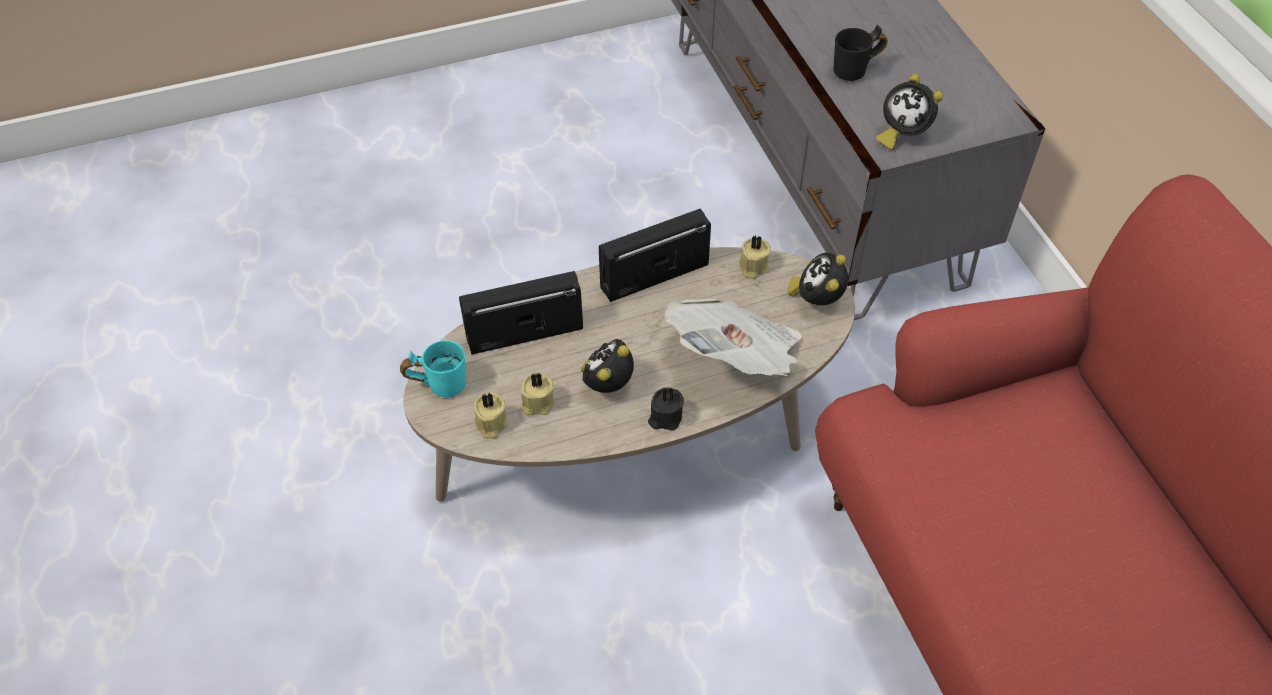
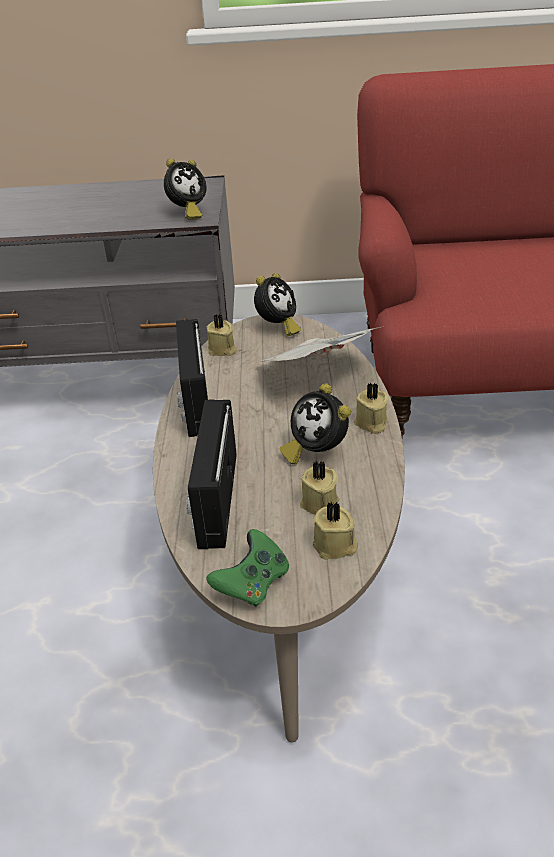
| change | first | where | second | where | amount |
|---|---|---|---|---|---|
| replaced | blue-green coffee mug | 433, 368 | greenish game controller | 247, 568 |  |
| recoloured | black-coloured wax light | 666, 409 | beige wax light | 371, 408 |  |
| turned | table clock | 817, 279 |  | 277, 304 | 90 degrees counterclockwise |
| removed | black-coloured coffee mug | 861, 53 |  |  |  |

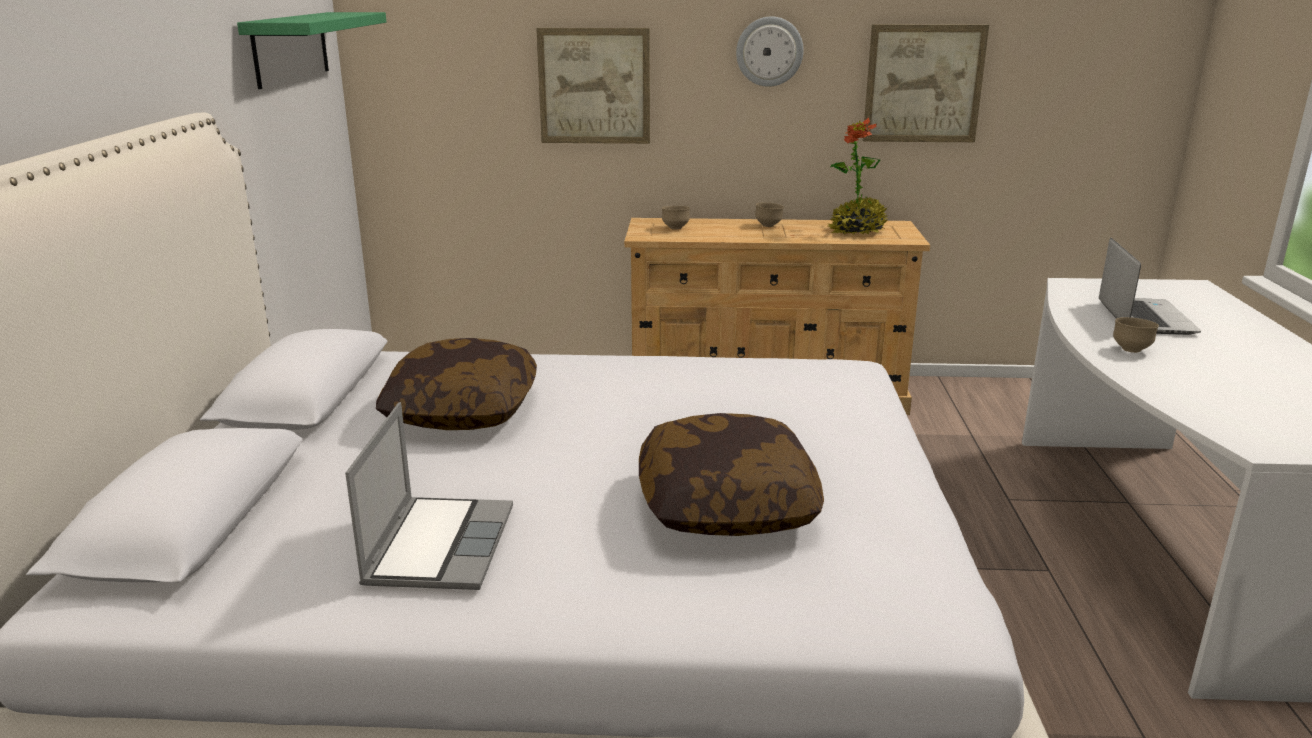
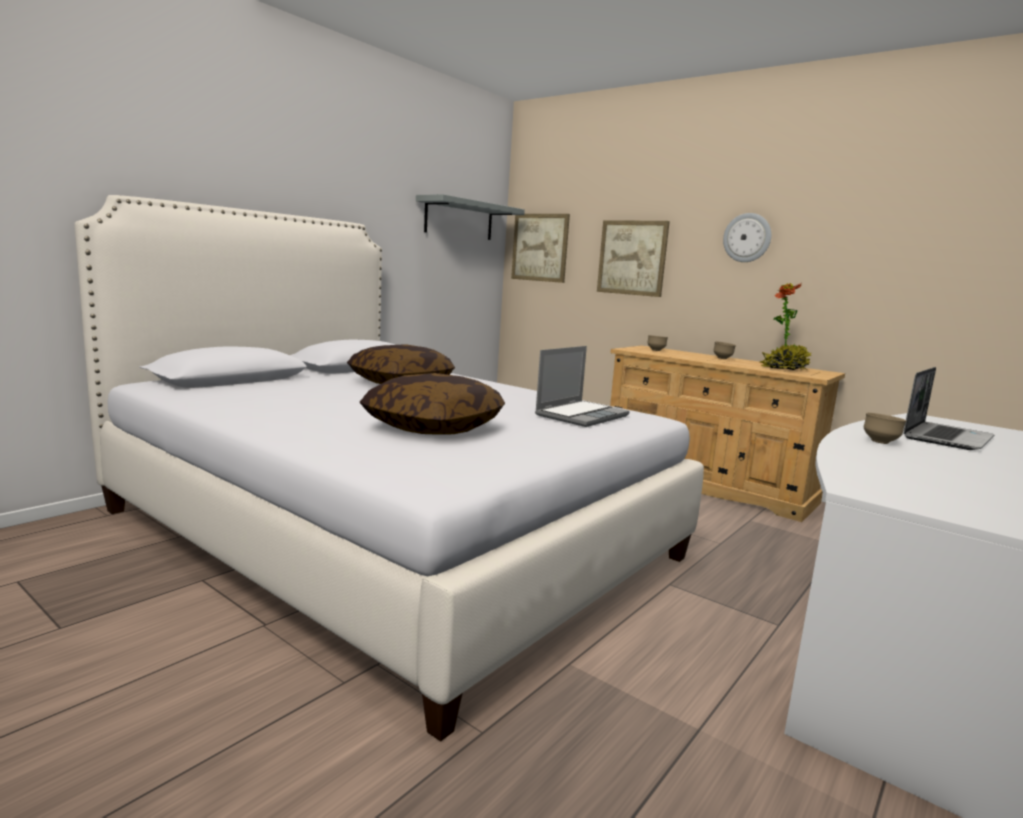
| change | first | where | second | where | amount |
|---|---|---|---|---|---|
| recoloured | greenish bracket shelf | 312, 50 | grey bracket shelf | 470, 217 |  |
| moved | notebook computer | 429, 496 |  | 582, 386 |  |
| moved | wall picture | 926, 83 |  | 540, 248 |  |

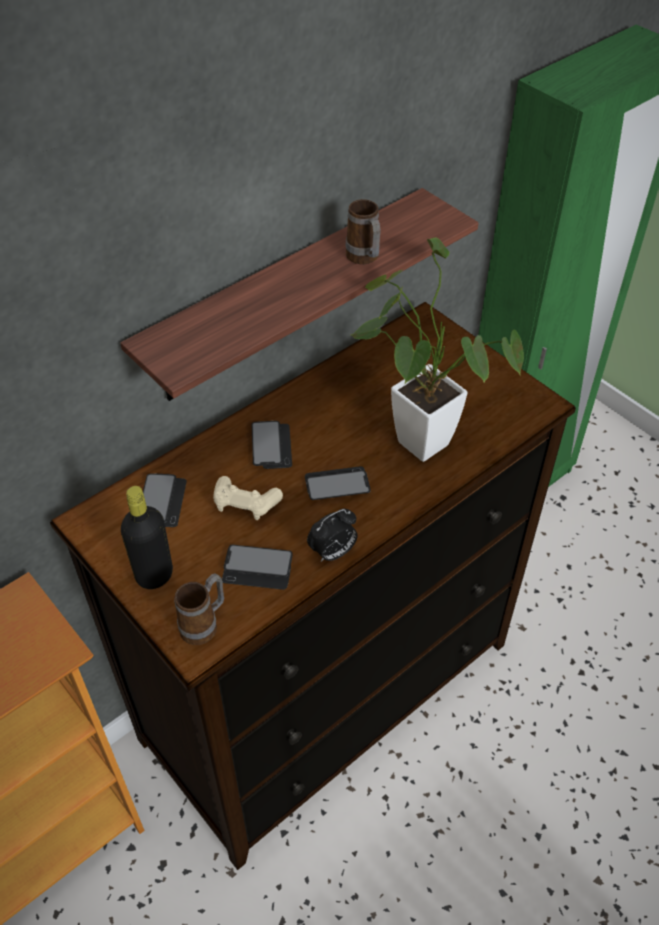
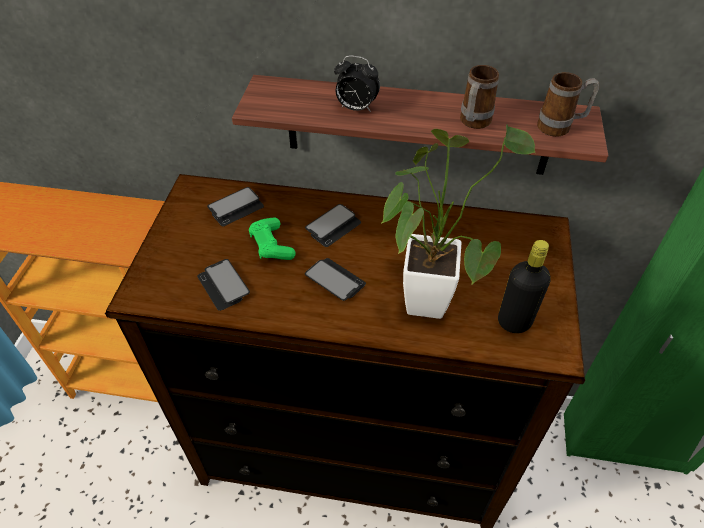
| change | first | where | second | where | amount |
|---|---|---|---|---|---|
| moved | black-coloured drink bottle | 147, 537 |  | 524, 286 |  |
| moved | coffee mug | 199, 609 |  | 568, 104 |  |
| recoloured | beige game controller | 248, 498 | greenish game controller | 272, 238 |  |
| moved | table clock | 332, 535 |  | 357, 84 |  |

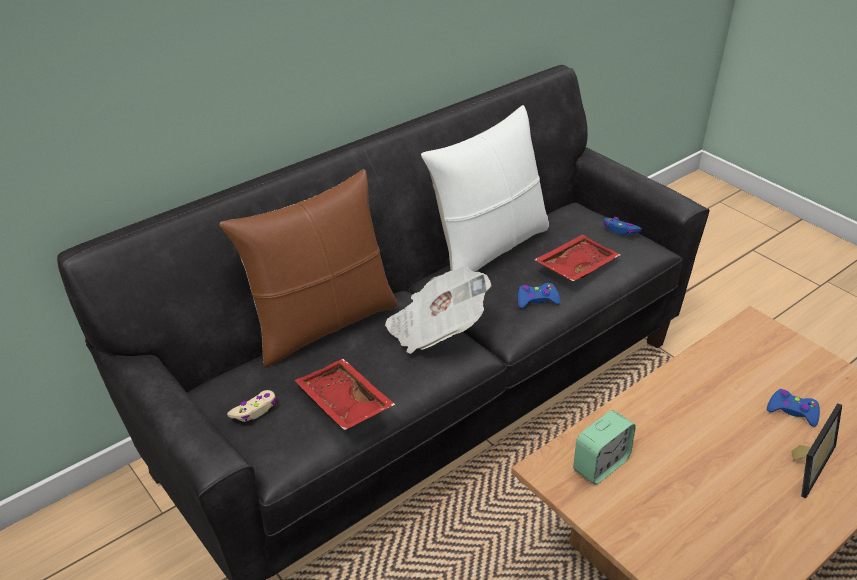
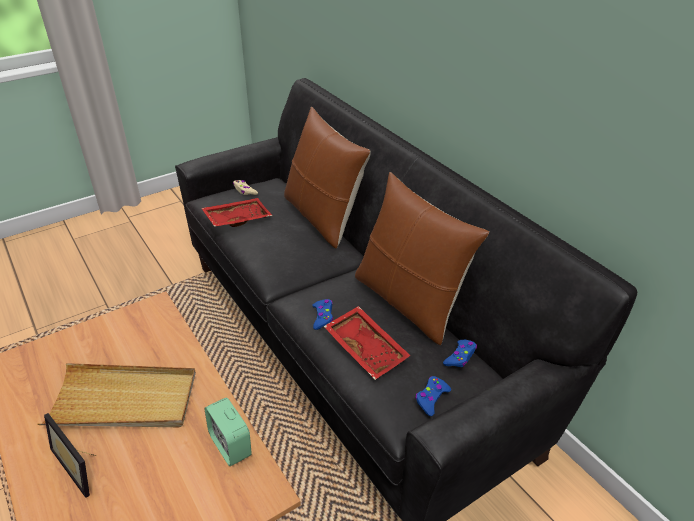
| change | first | where | second | where | amount |
|---|---|---|---|---|---|
| removed | newspaper | 438, 310 |  |  |  |
| recoloured | white-coloured pillow | 485, 188 | brown pillow | 422, 258 |  |
| moved | table clock | 604, 447 |  | 228, 432 |  |
| moved | bluish game controller | 793, 408 |  | 460, 353 |  |
| added |  |  | beige tray | 117, 395 |  |

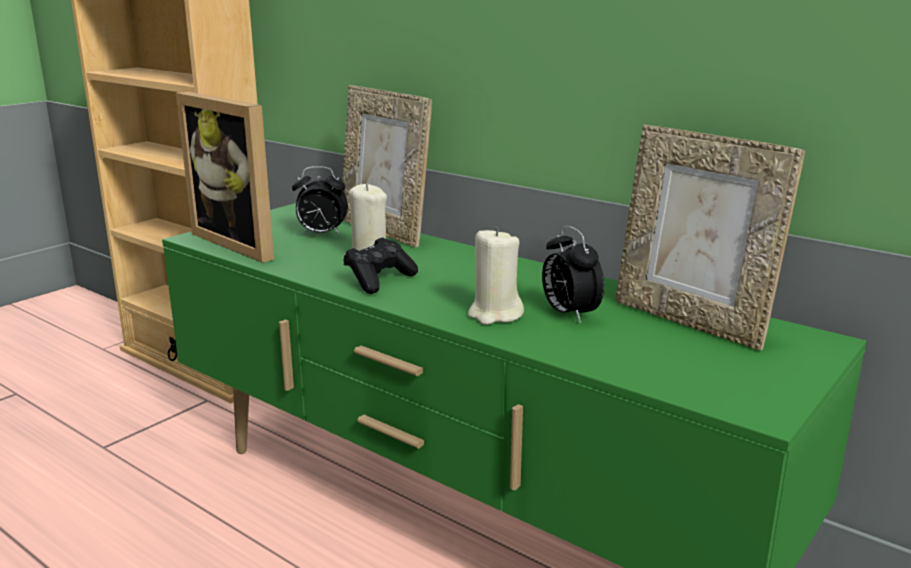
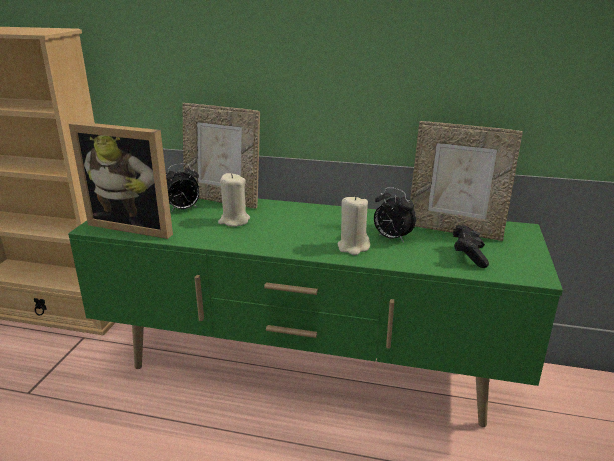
| change | first | where | second | where | amount |
|---|---|---|---|---|---|
| moved | black-coloured game controller | 380, 265 |  | 471, 246 |  |

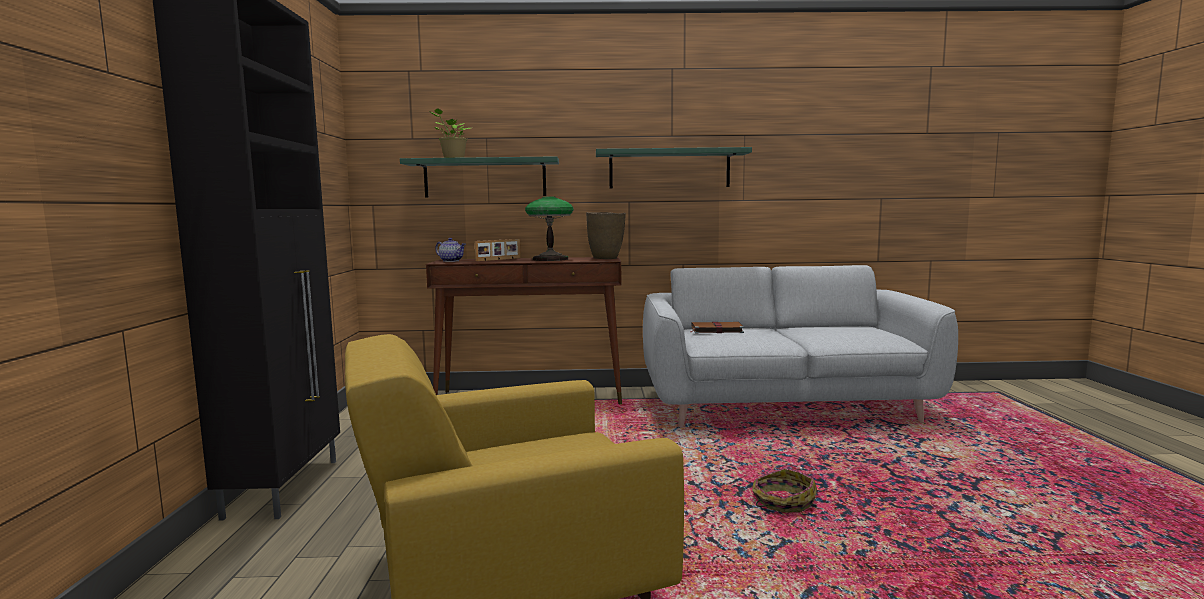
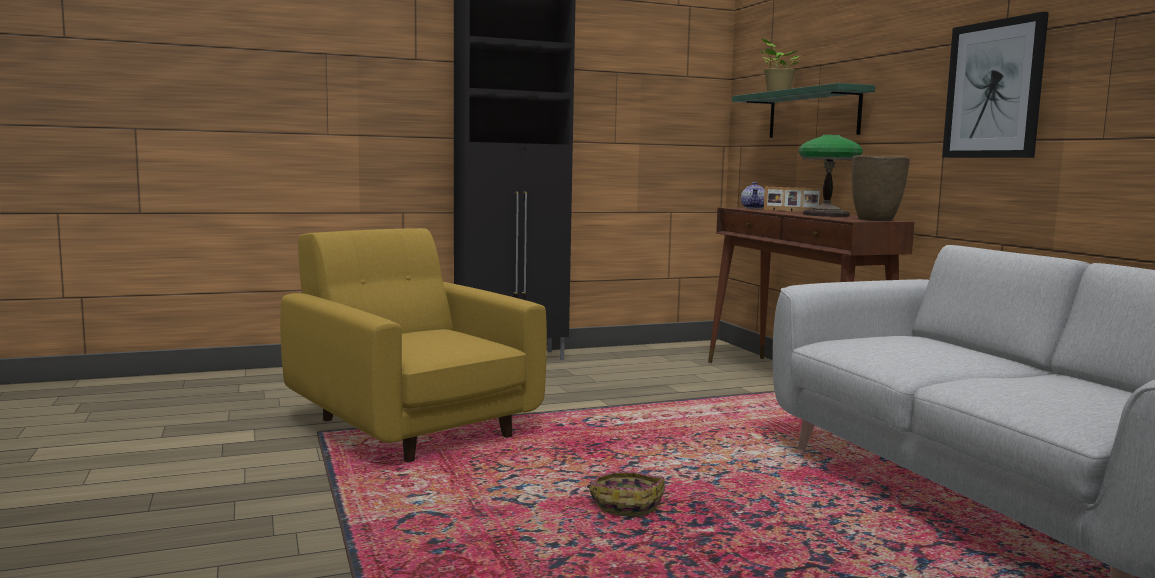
| change | first | where | second | where | amount |
|---|---|---|---|---|---|
| replaced | greenish bracket shelf | 674, 168 | wall picture | 995, 84 |  |
| removed | brown book | 716, 327 |  |  |  |

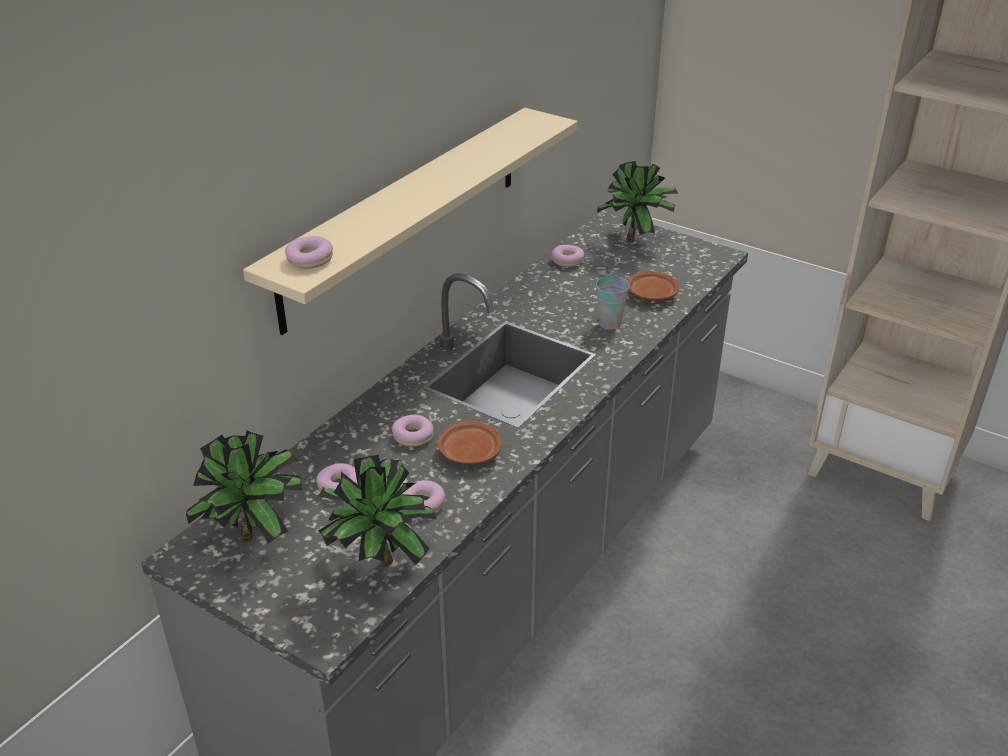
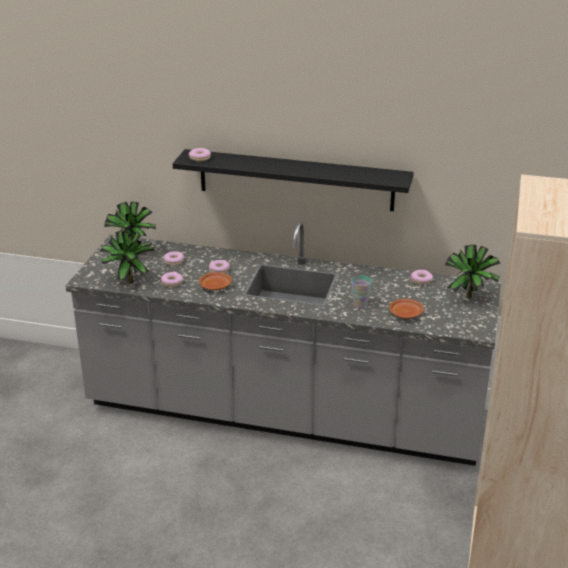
| change | first | where | second | where | amount |
|---|---|---|---|---|---|
| recoloured | beige bracket shelf | 410, 221 | black-coloured bracket shelf | 293, 180 |  |

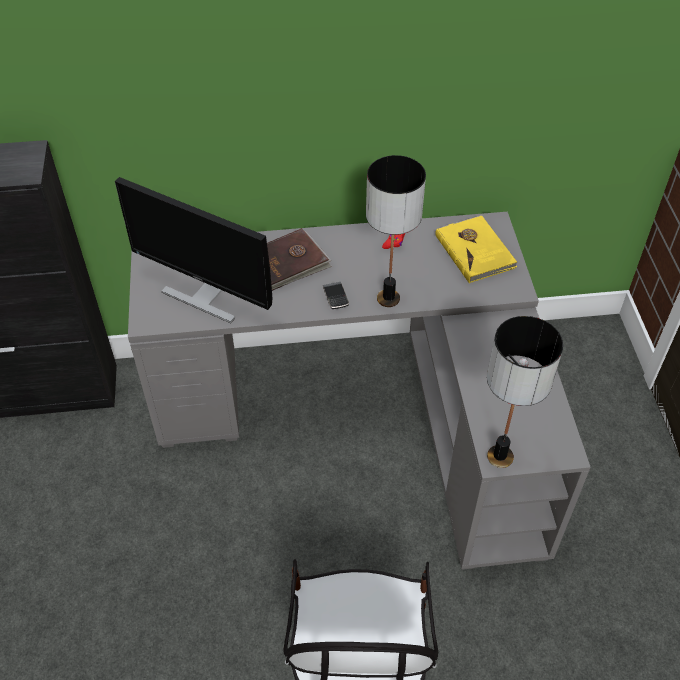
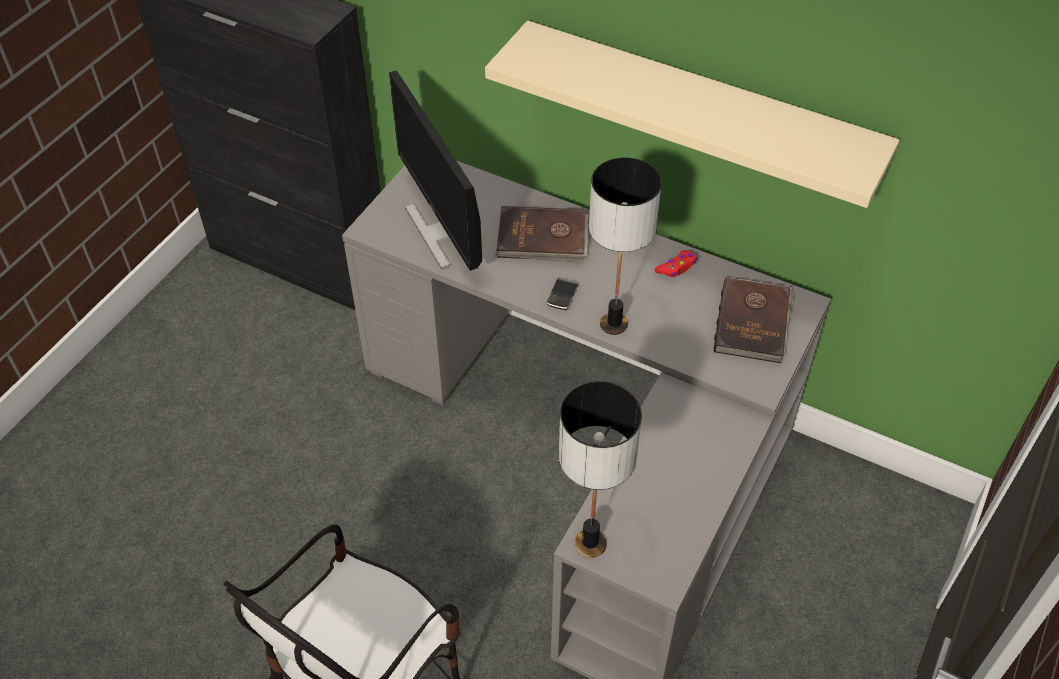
| change | first | where | second | where | amount |
|---|---|---|---|---|---|
| recoloured | yellow book | 476, 249 | brown book | 754, 320 |  |
| added |  |  | beige bracket shelf | 692, 114 |  |

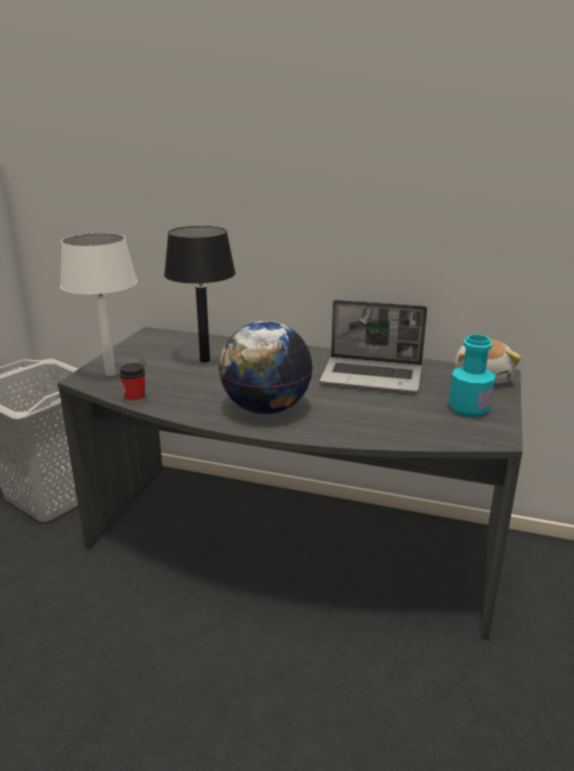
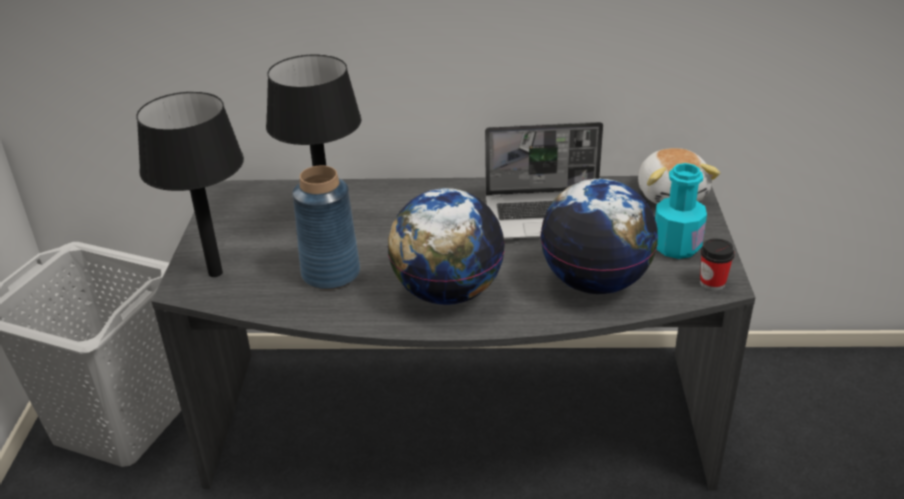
| change | first | where | second | where | amount |
|---|---|---|---|---|---|
| recoloured | white-coloured lamp for a table | 98, 304 | black-coloured lamp for a table | 190, 184 |  |
| moved | drinking cup | 132, 383 |  | 717, 264 |  |
| added |  |  | bluish flower vase | 326, 228 |  |
| added |  |  | desk globe | 599, 236 |  |

